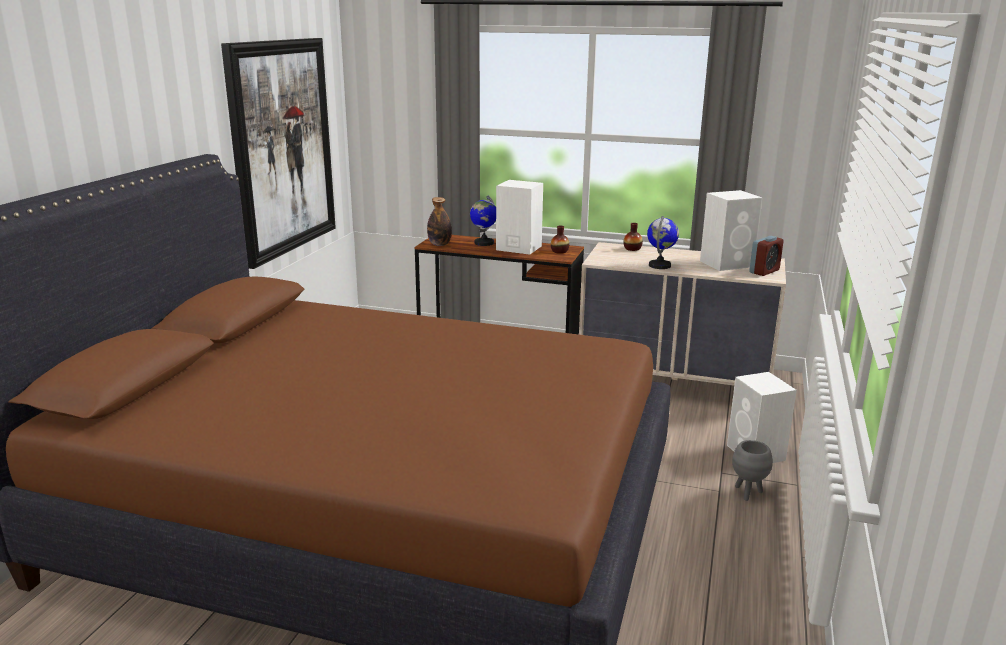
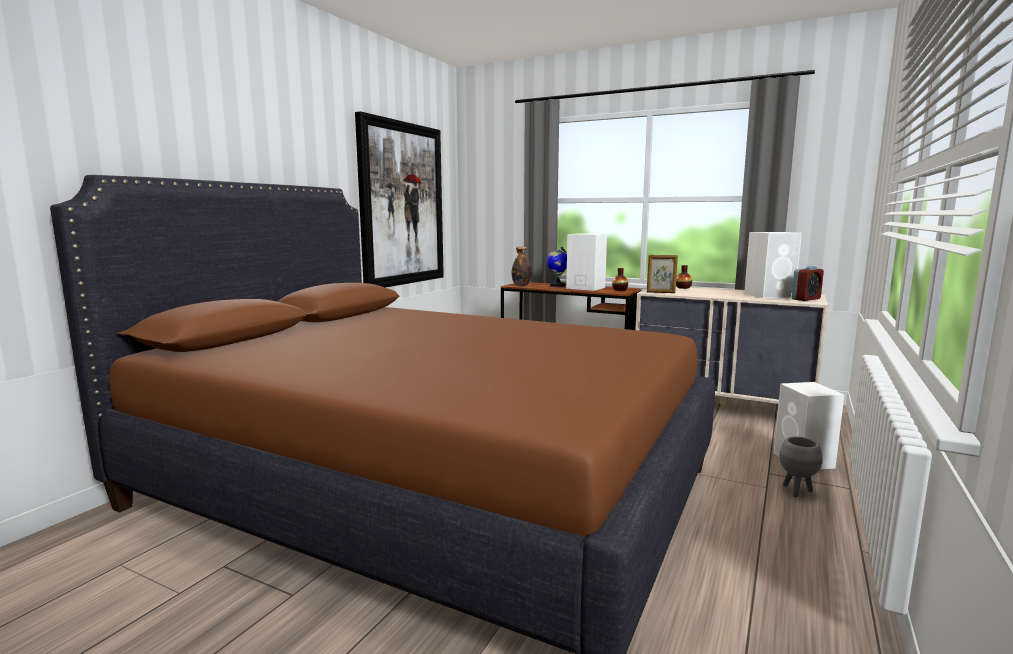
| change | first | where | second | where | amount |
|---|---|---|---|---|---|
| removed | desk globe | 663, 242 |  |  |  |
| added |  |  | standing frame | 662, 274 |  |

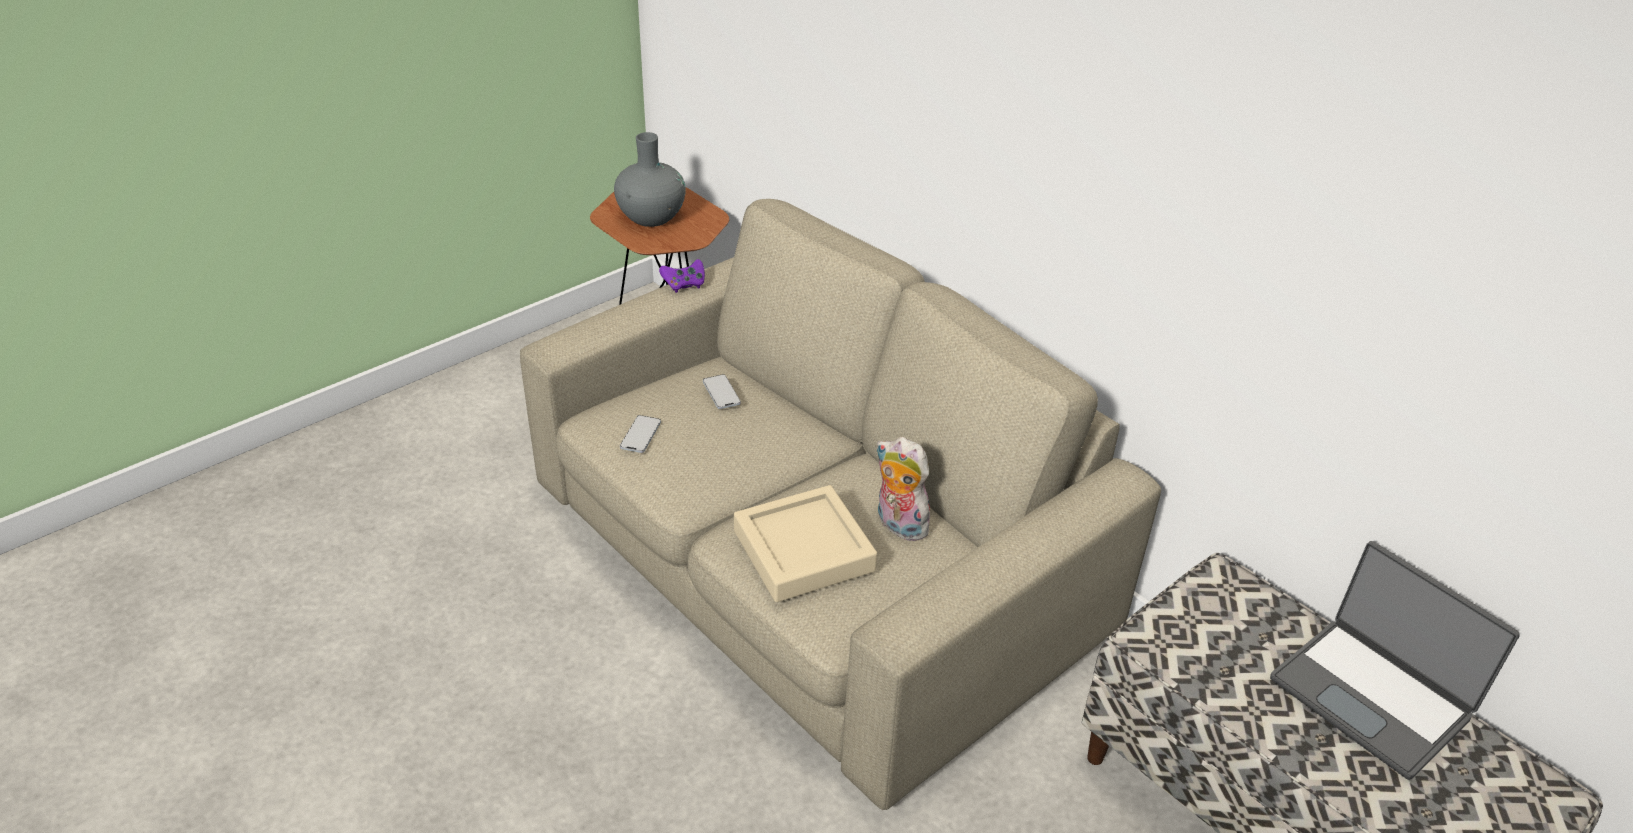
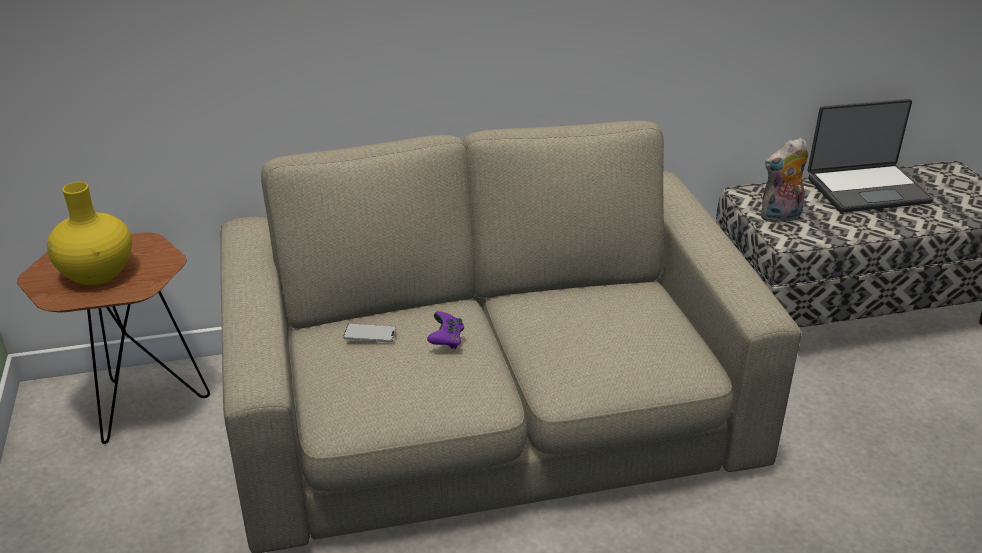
| change | first | where | second | where | amount |
|---|---|---|---|---|---|
| recoloured | grey flower vase | 650, 179 | yellow flower vase | 89, 233 |  |
| removed | phone | 640, 434 |  |  |  |
| moved | purple game controller | 682, 276 |  | 445, 330 |  |
| removed | beige tray | 805, 543 |  |  |  |
| moved | cuddly toy | 903, 489 |  | 784, 180 |  |

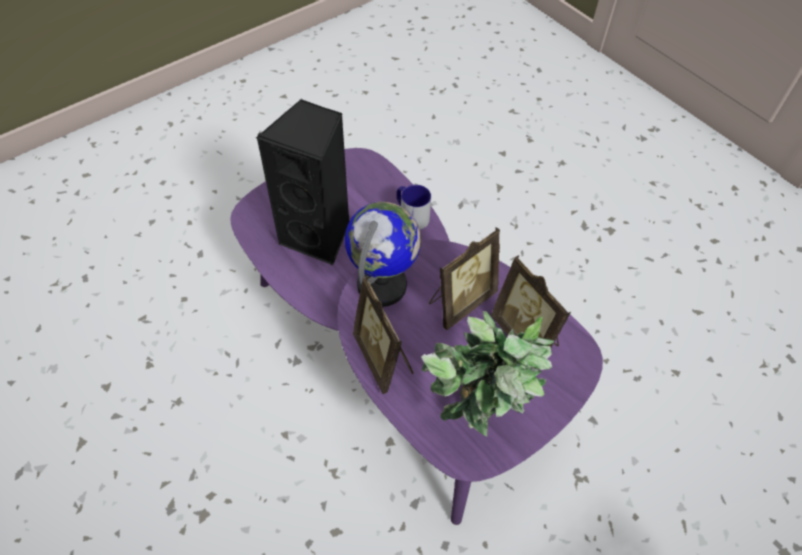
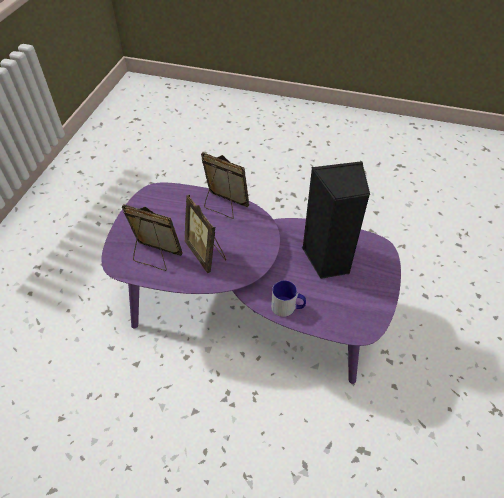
| change | first | where | second | where | amount |
|---|---|---|---|---|---|
| removed | desk globe | 383, 254 |  |  |  |
| removed | plant in a pot | 487, 374 |  |  |  |
| turned | standing frame | 464, 278 |  | 205, 234 | 45 degrees counterclockwise |

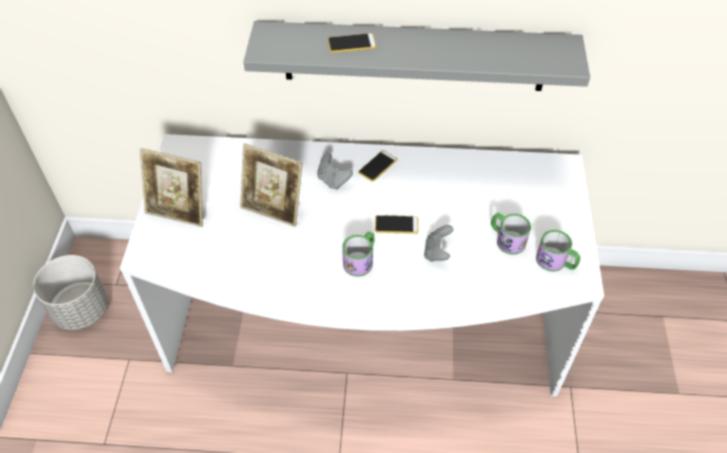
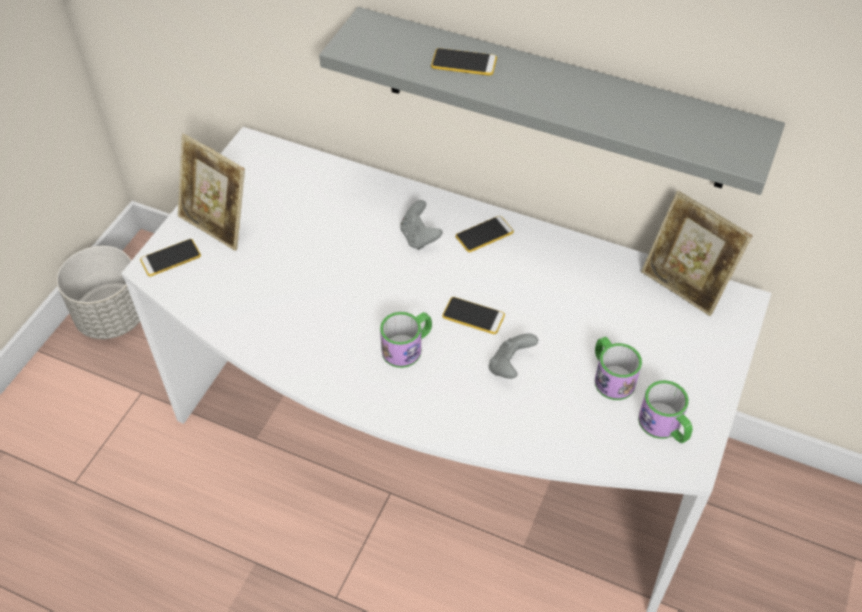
| change | first | where | second | where | amount |
|---|---|---|---|---|---|
| moved | standing frame | 271, 185 |  | 697, 253 |  |
| added |  |  | phone | 170, 257 |  |

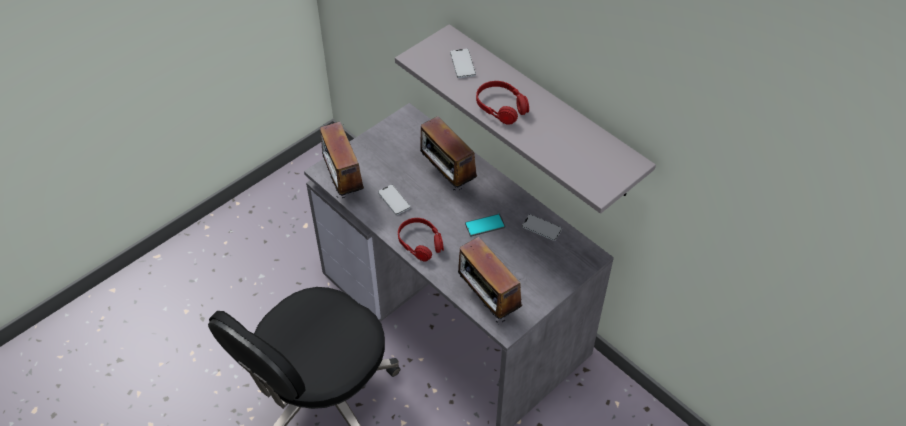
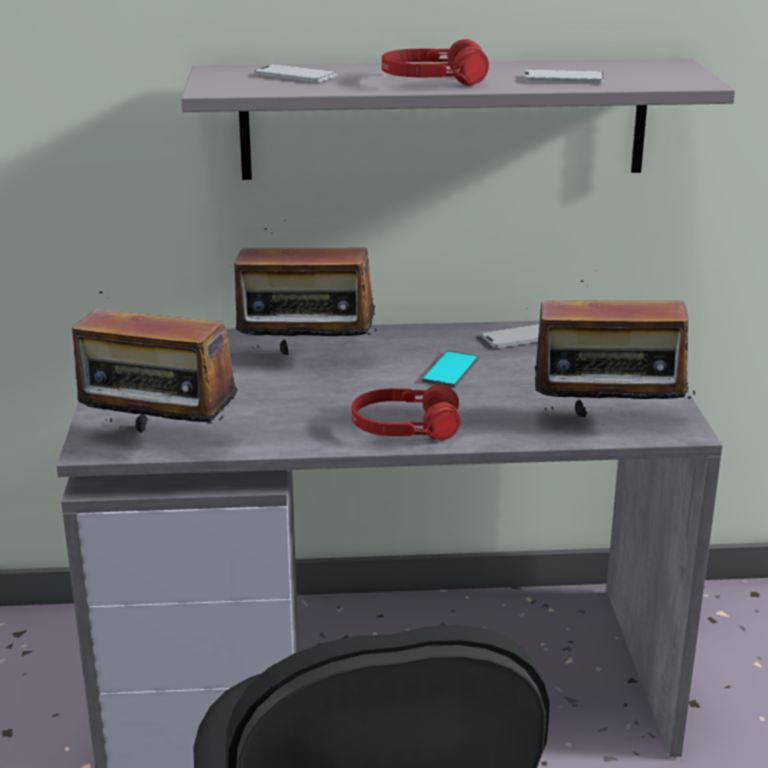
| change | first | where | second | where | amount |
|---|---|---|---|---|---|
| moved | phone | 394, 199 |  | 564, 76 |  |

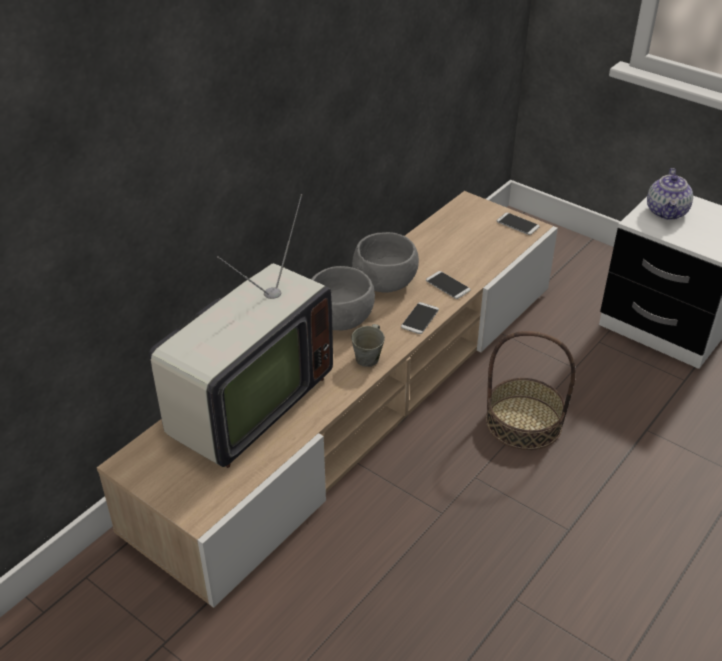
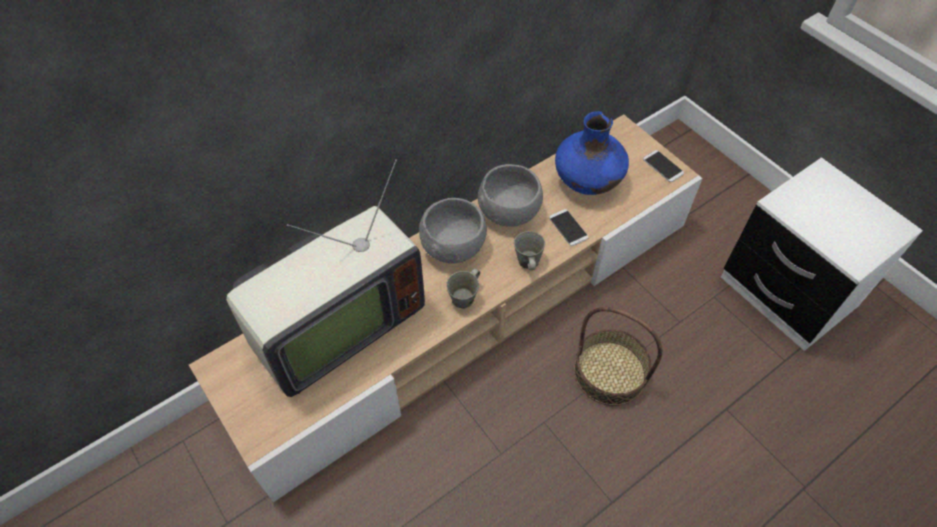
| change | first | where | second | where | amount |
|---|---|---|---|---|---|
| replaced | phone | 420, 318 | grey coffee mug | 529, 250 |  |
| removed | tea pot | 670, 194 |  |  |  |
| added |  |  | bluish flower vase | 592, 153 |  |

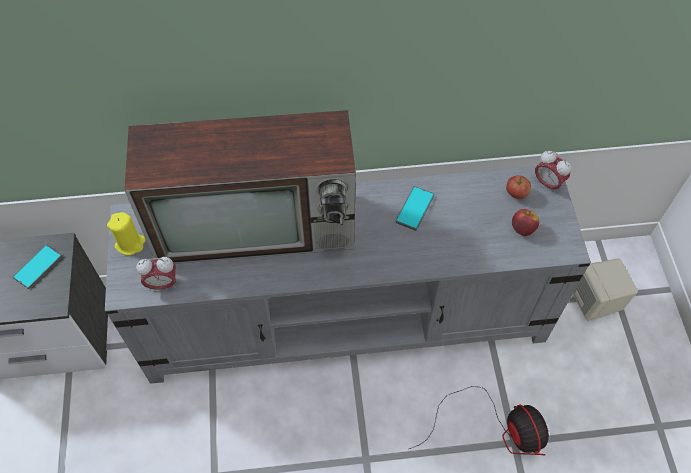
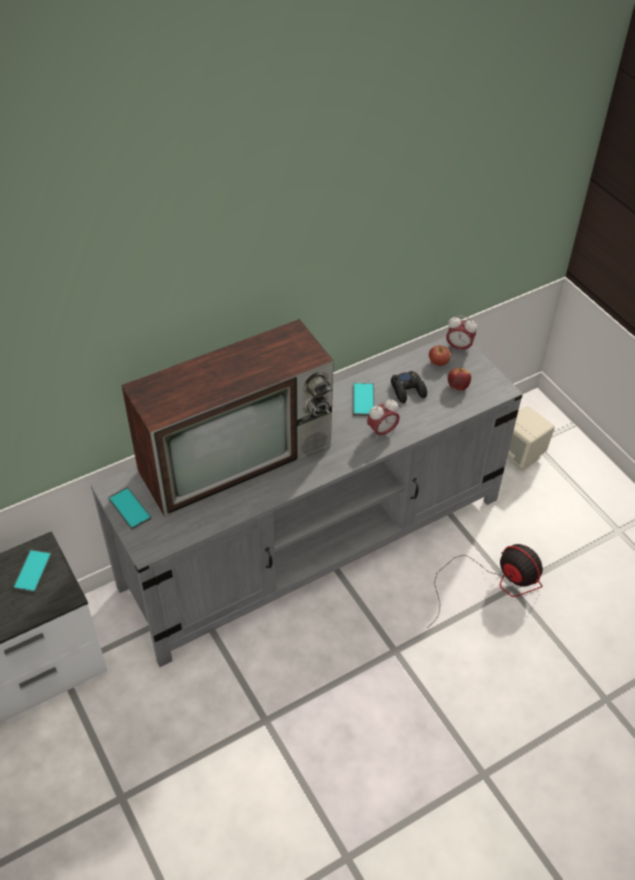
| change | first | where | second | where | amount |
|---|---|---|---|---|---|
| replaced | yellow wax light | 126, 233 | phone | 129, 508 |  |
| moved | table clock | 156, 274 |  | 383, 419 |  |
| added |  |  | black-coloured game controller | 409, 387 |  |

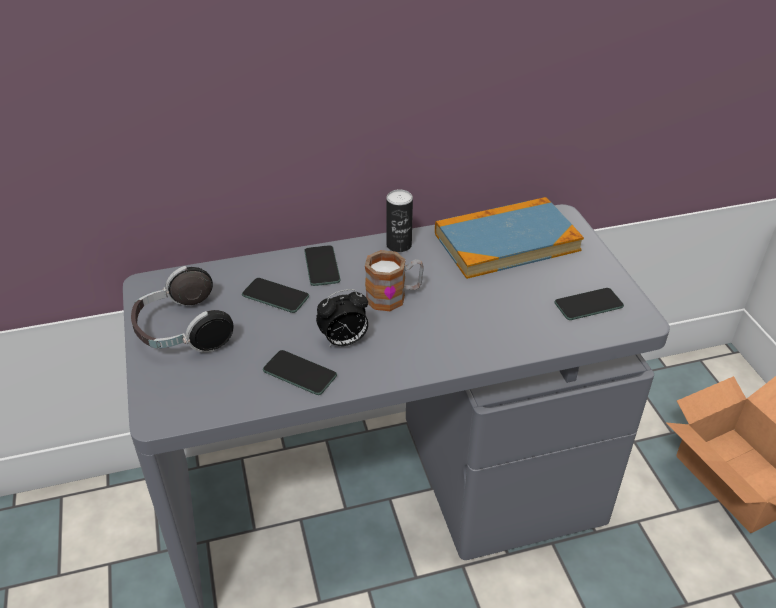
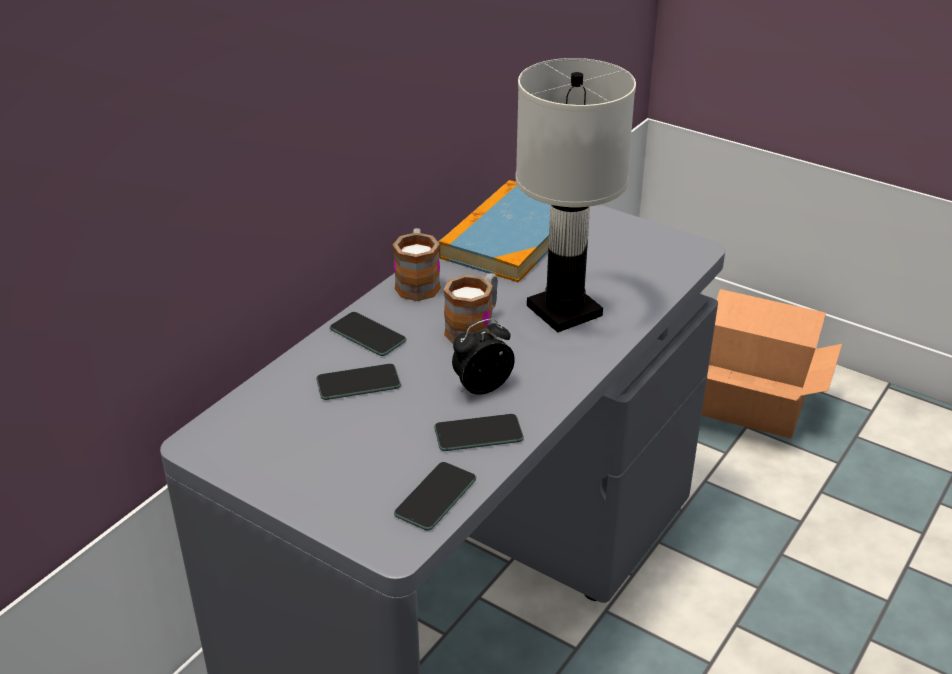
| change | first | where | second | where | amount |
|---|---|---|---|---|---|
| removed | pair of headphones | 182, 309 |  |  |  |
| turned | table clock | 342, 318 |  | 483, 357 | 150 degrees counterclockwise |
| replaced | sealed can | 399, 220 | coffee mug | 417, 264 |  |
| moved | phone | 589, 304 |  | 435, 496 |  |
| added |  |  | white-coloured lamp for a table | 576, 195 |  |

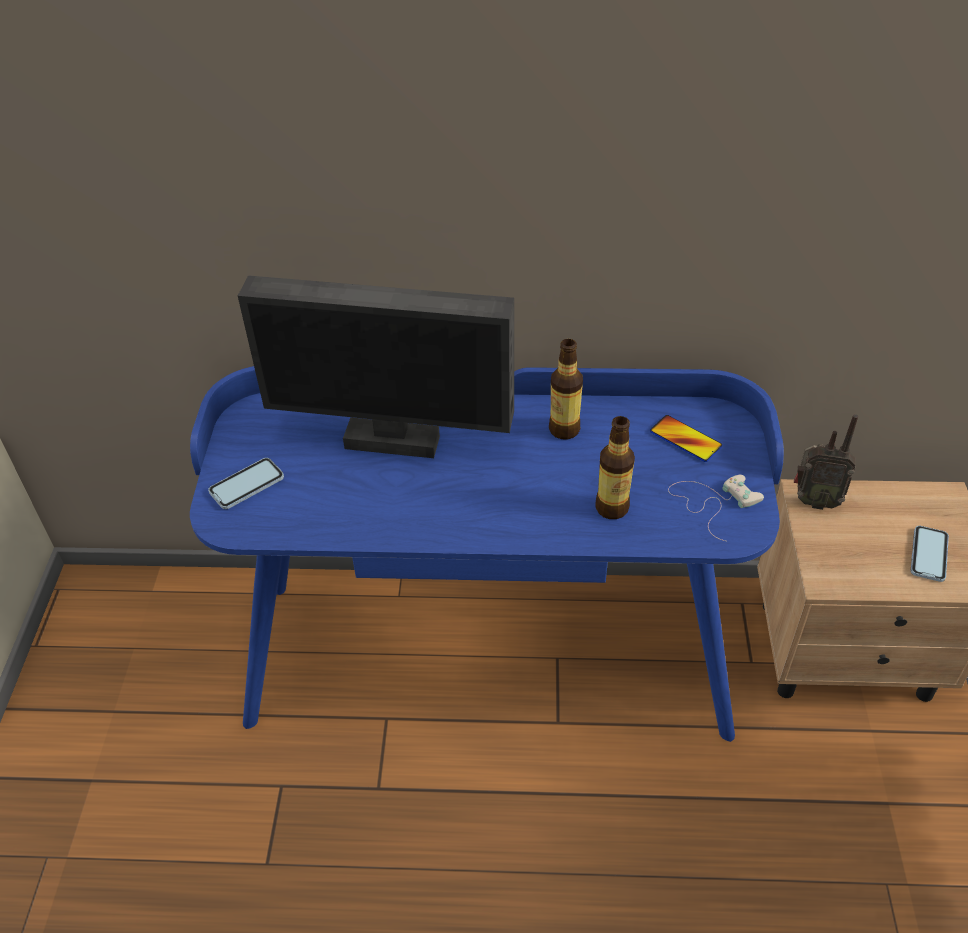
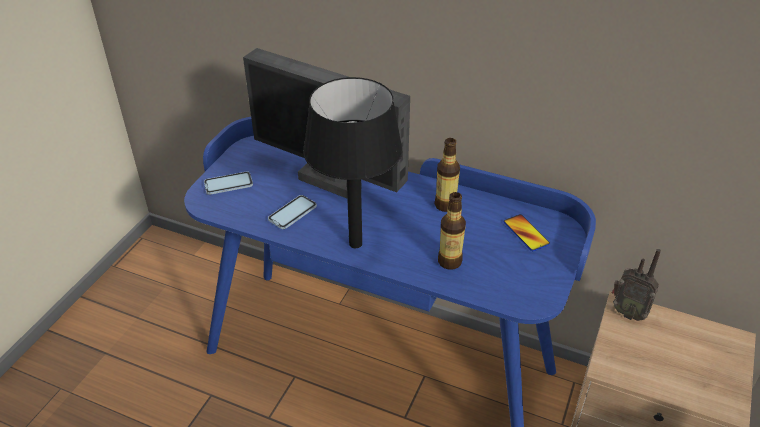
| change | first | where | second | where | amount |
|---|---|---|---|---|---|
| removed | white-coloured game controller | 716, 508 |  |  |  |
| moved | phone | 930, 554 |  | 292, 212 |  |
| added |  |  | black-coloured lamp for a table | 353, 162 |  |

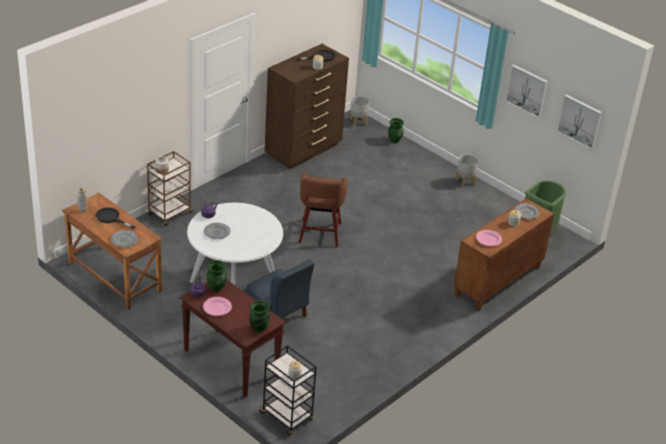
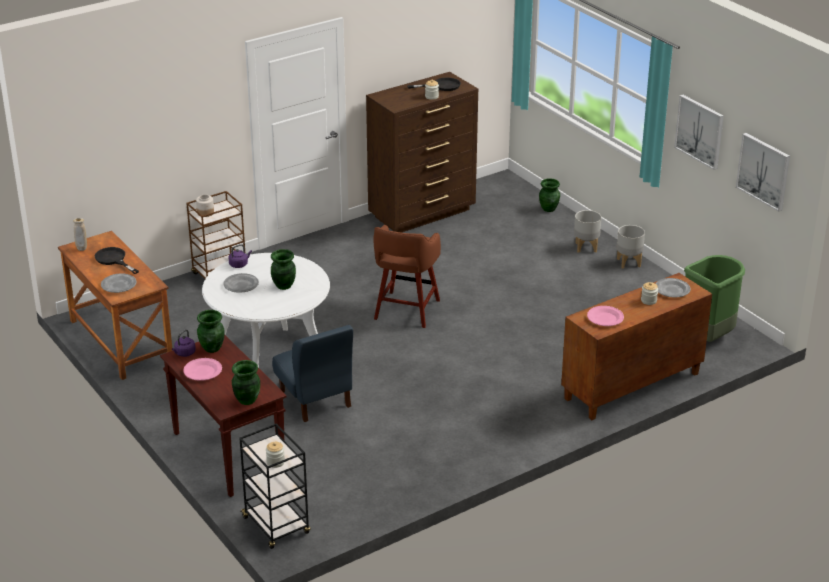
| change | first | where | second | where | amount |
|---|---|---|---|---|---|
| moved | grey plant pot | 360, 111 |  | 587, 231 |  |
| added |  |  | greenish flower vase | 283, 269 |  |

